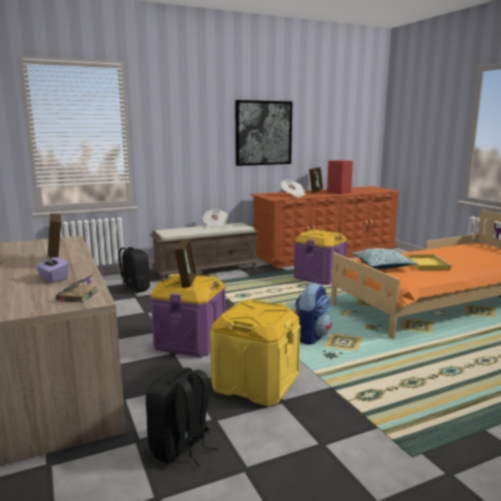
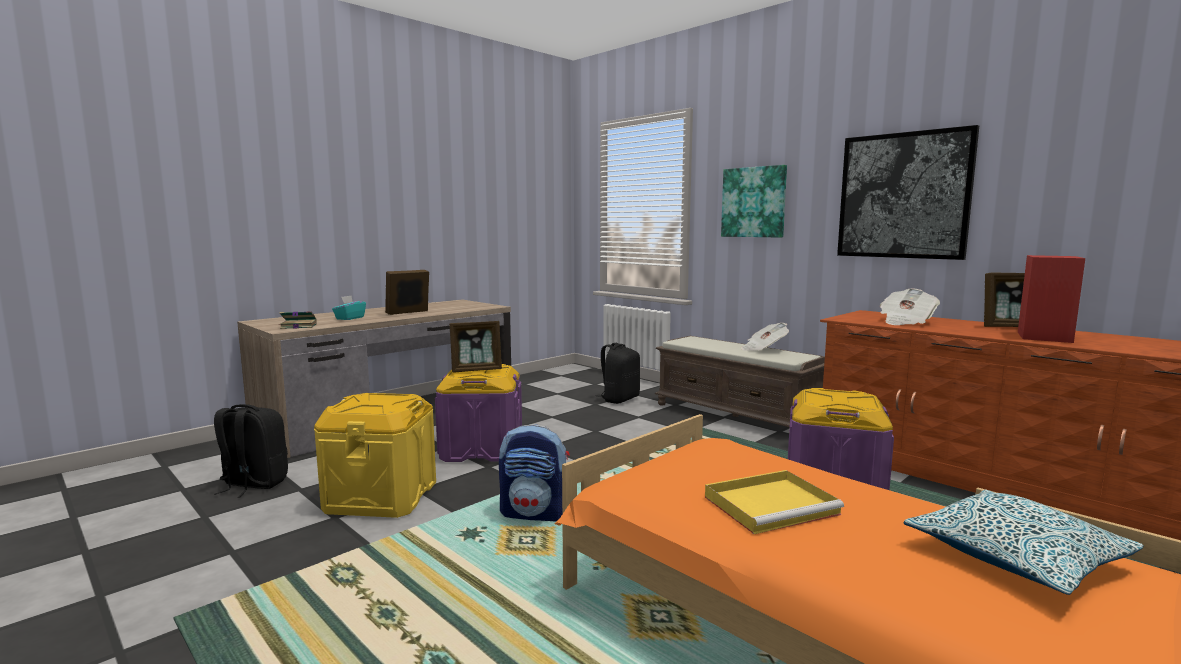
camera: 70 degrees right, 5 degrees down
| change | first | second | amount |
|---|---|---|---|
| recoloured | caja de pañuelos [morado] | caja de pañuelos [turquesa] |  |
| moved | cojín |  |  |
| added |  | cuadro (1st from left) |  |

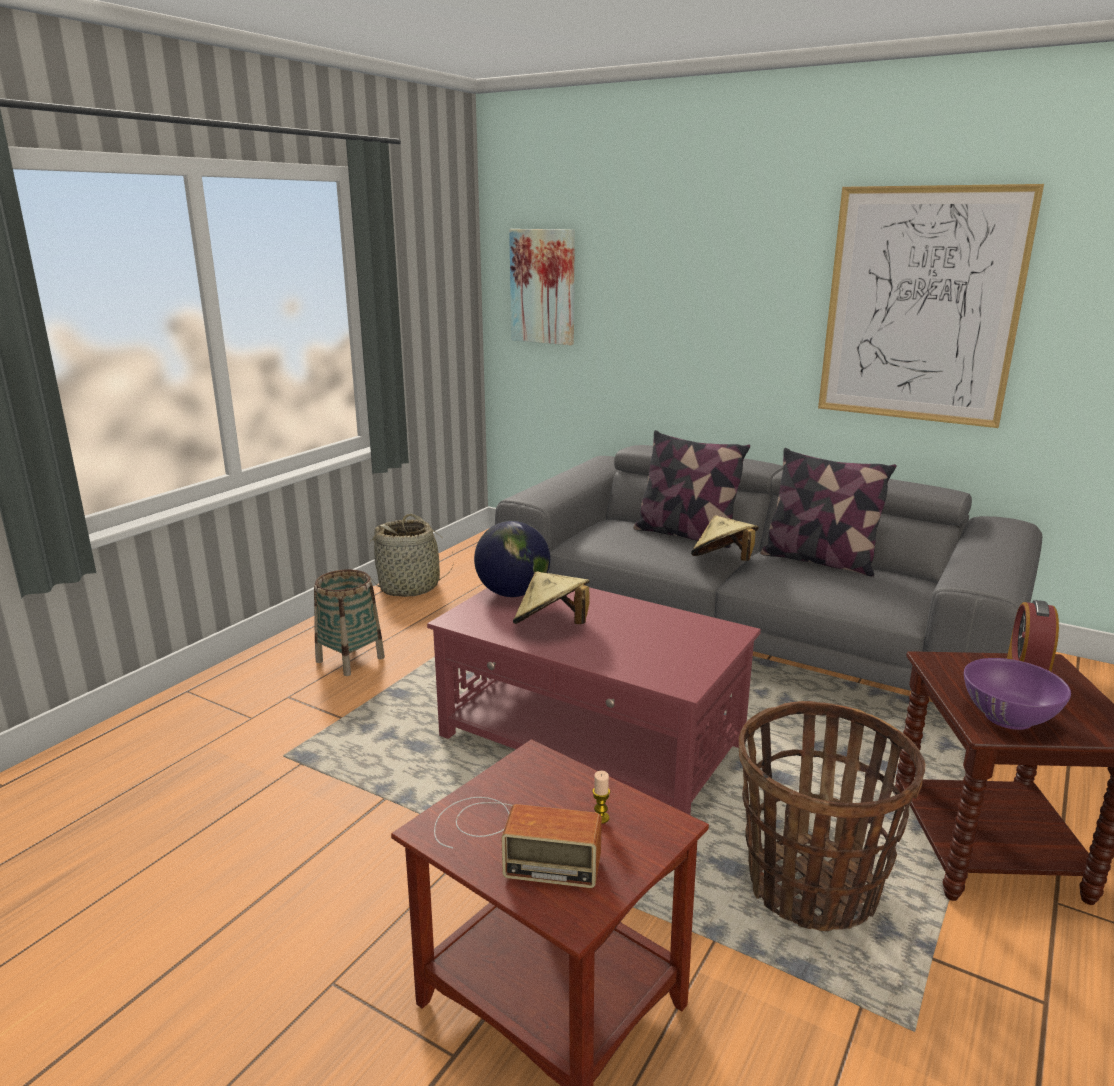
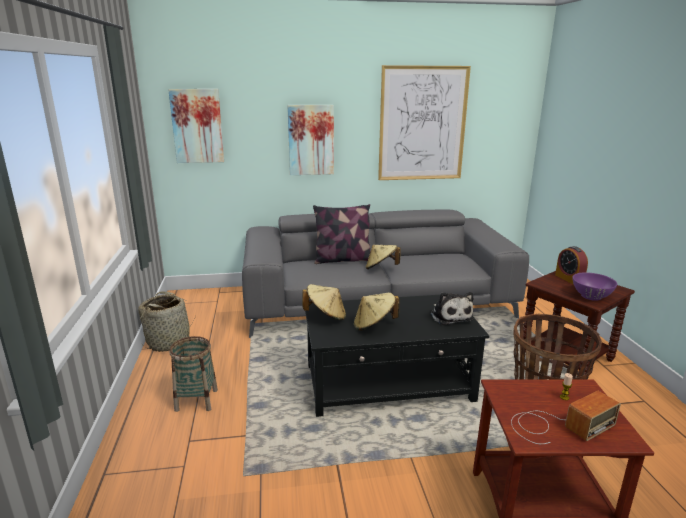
camera: 40 degrees left, 0 degrees up
| change | first | second | amount |
|---|---|---|---|
| recoloured | mesa de centro [rojo] | mesa de centro [negro] |  |
| replaced | globo terráqueo | sombrero [beis] (1st from left) |  |
| removed | cojín (2nd from left) |  |  |
| added |  | cuadro (2nd from left) |  |
| added |  | peluche |  |

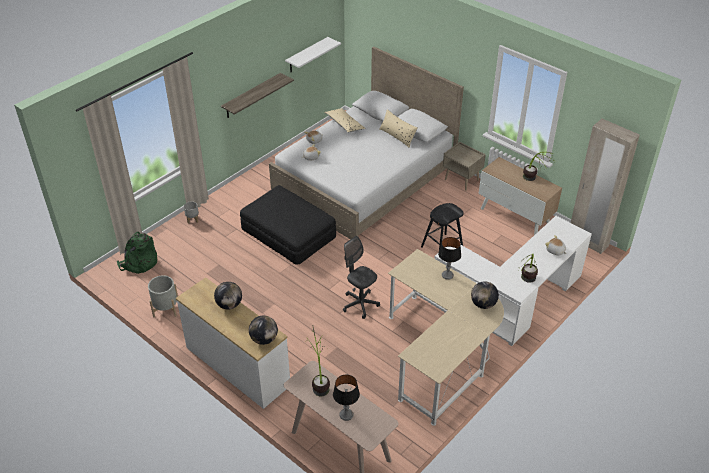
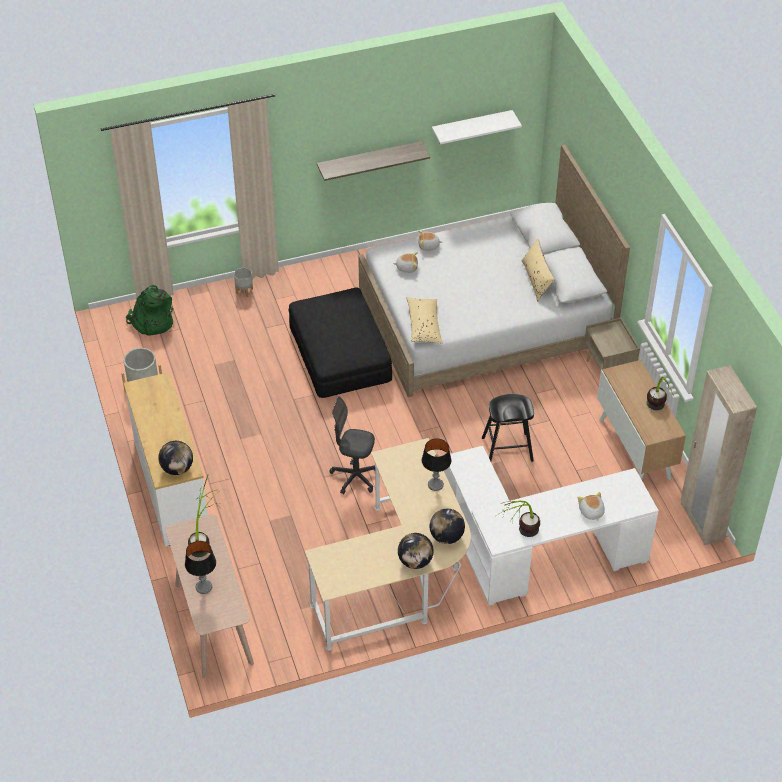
camera: 30 degrees right, 5 degrees up
| change | first | second | amount |
|---|---|---|---|
| moved | globo terráqueo (1st from left in the first image) | globo terráqueo (2nd from left) |  |
| moved | cojín [beis] (1st from left) |  |  |
| turned | silla de oficina [gris] |  | 60 degrees counterclockwise |

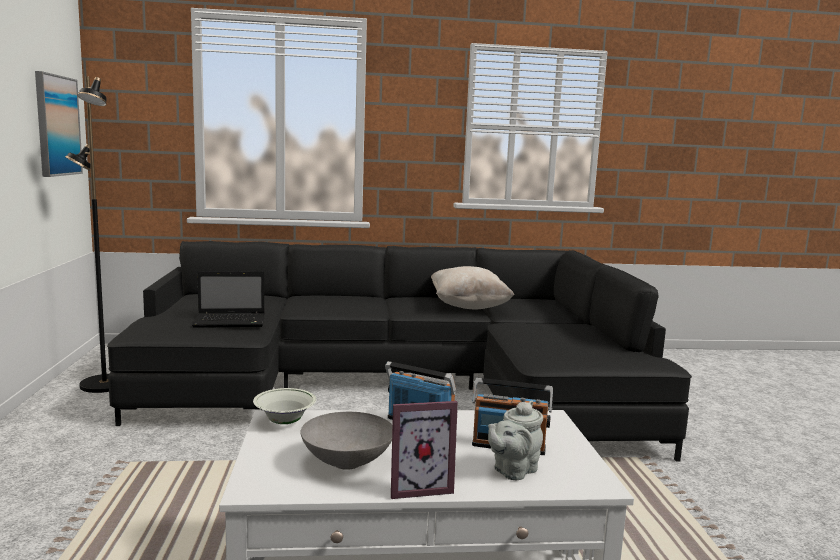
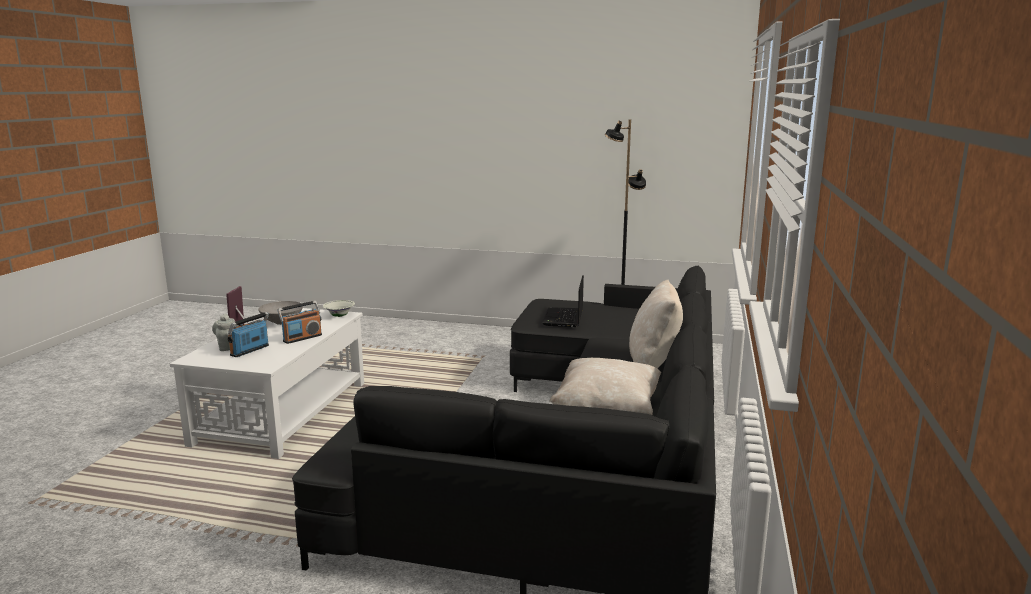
camera: 110 degrees right, 5 degrees up
| change | first | second | amount |
|---|---|---|---|
| removed | cuadro |  |  |
| added |  | cojín [beis] (2nd from left) |  |

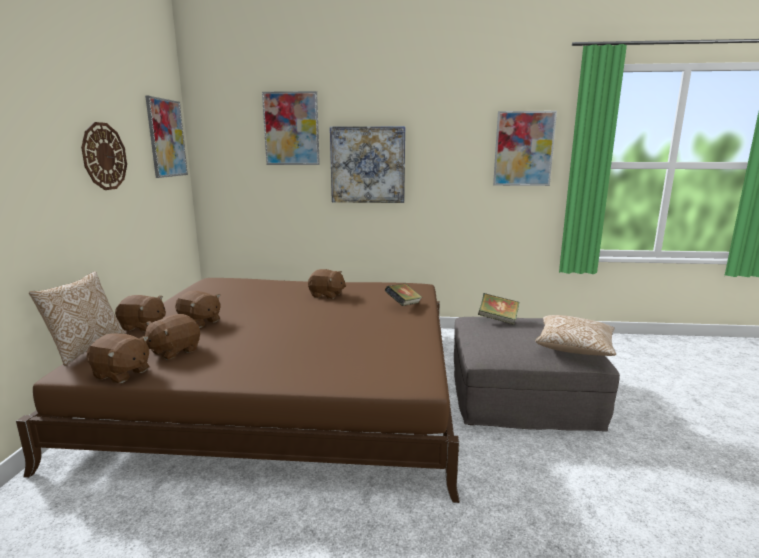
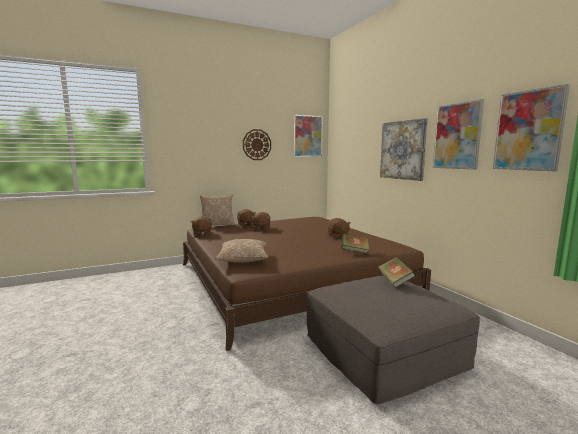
camera: 60 degrees right, 5 degrees down
| change | first | second | amount |
|---|---|---|---|
| removed | peluche [marrón] (3rd from left) |  |  |
| moved | cuadro (2nd from left in the first image) | cuadro (3rd from left) |  |
| moved | cojín (2nd from left) |  |  |

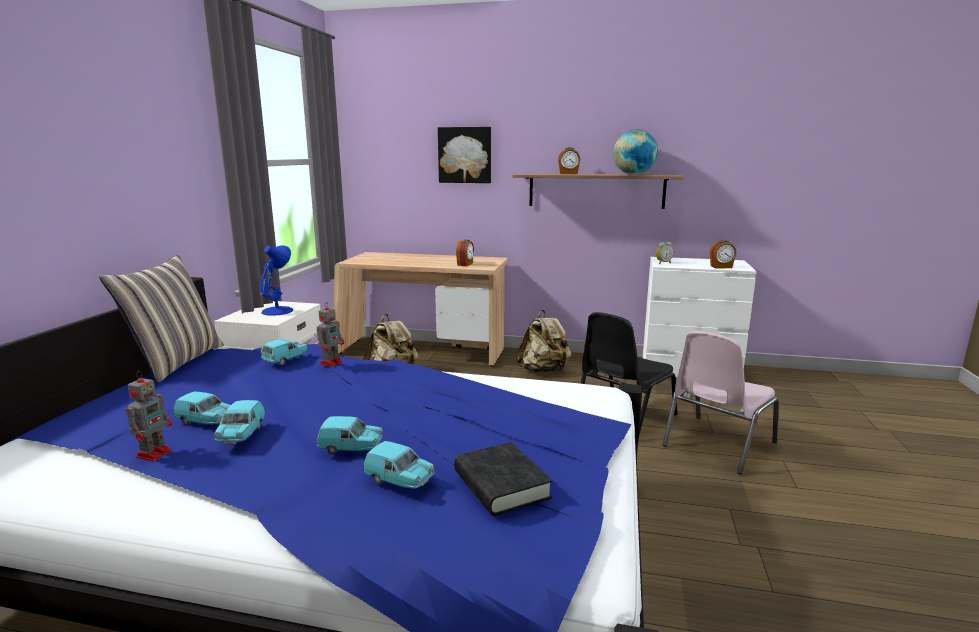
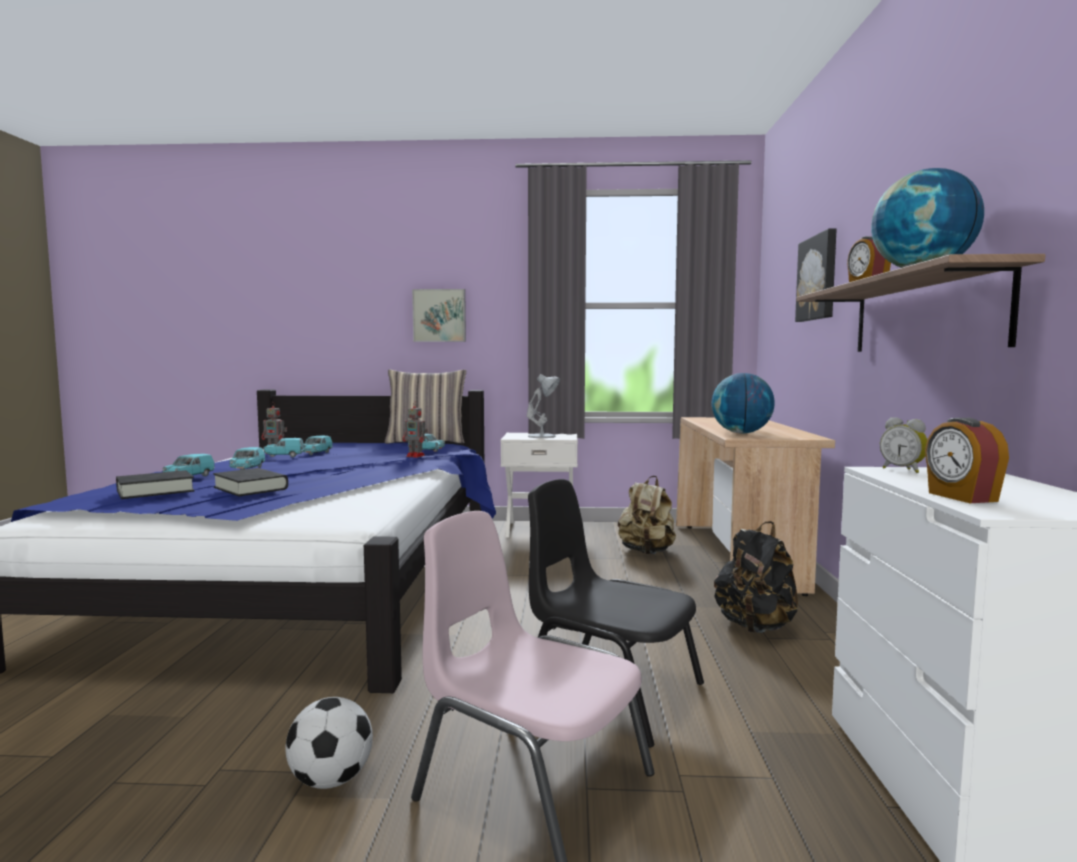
camera: 80 degrees right, 10 degrees down
| change | first | second | amount |
|---|---|---|---|
| recoloured | lámpara de mesa [azul] | lámpara de mesa [blanco] |  |
| replaced | despertador (1st from left) | globo terráqueo (1st from left) |  |
| recoloured | mochila [beis] (2nd from left) | mochila [negro] |  |
| added |  | libro [negro] (2nd from left) |  |
| added |  | balón de fútbol |  |
| added |  | cuadro (1st from left) |  |

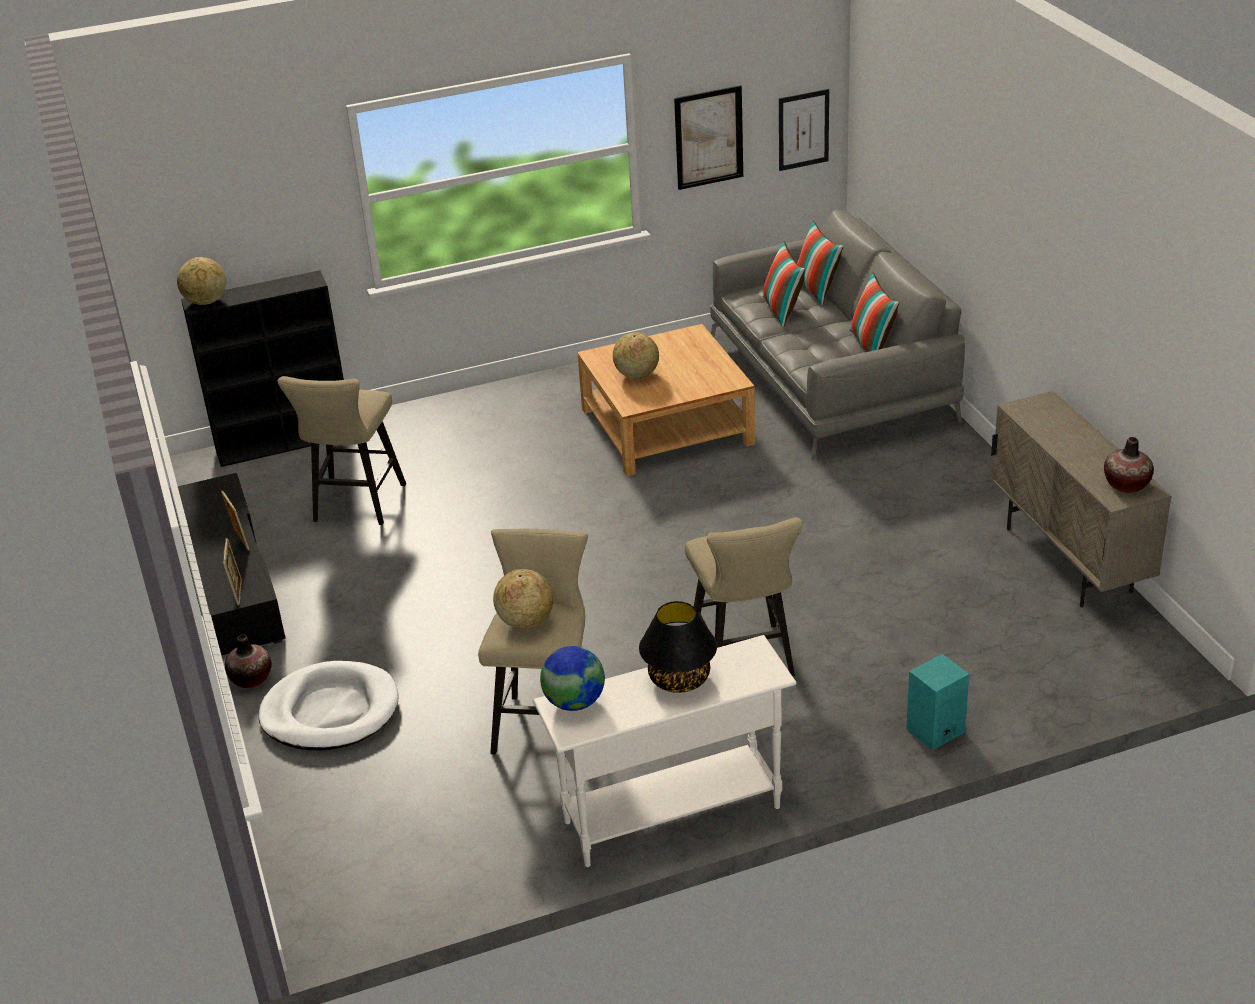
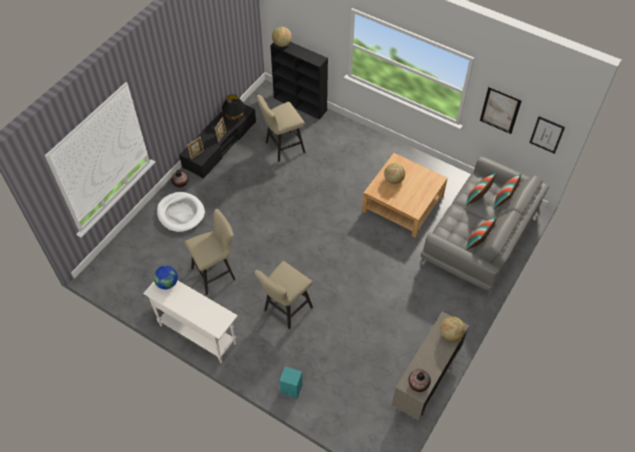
camera: 50 degrees right, 20 degrees up
| change | first | second | amount |
|---|---|---|---|
| moved | globo terráqueo (2nd from left in the first image) | globo terráqueo (4th from left) |  |
| moved | lámpara de mesa [negro] |  |  |

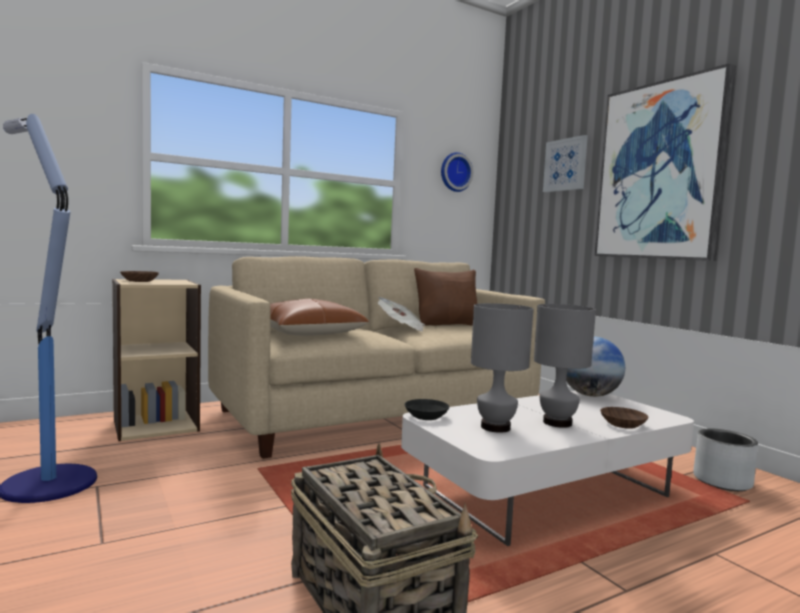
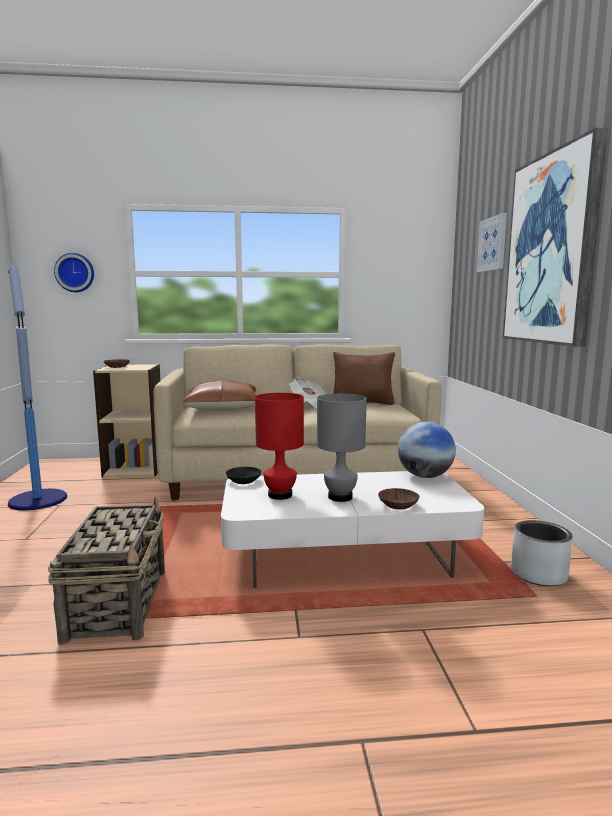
camera: 25 degrees right, 5 degrees up
| change | first | second | amount |
|---|---|---|---|
| moved | reloj de pared |  |  |
| recoloured | lámpara de mesa [gris] (1st from left) | lámpara de mesa [rojo] |  |

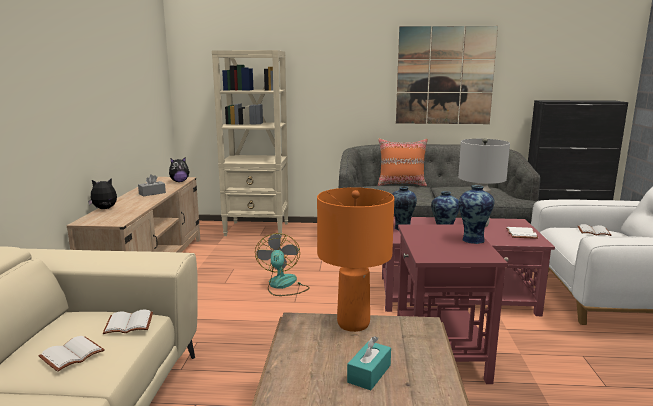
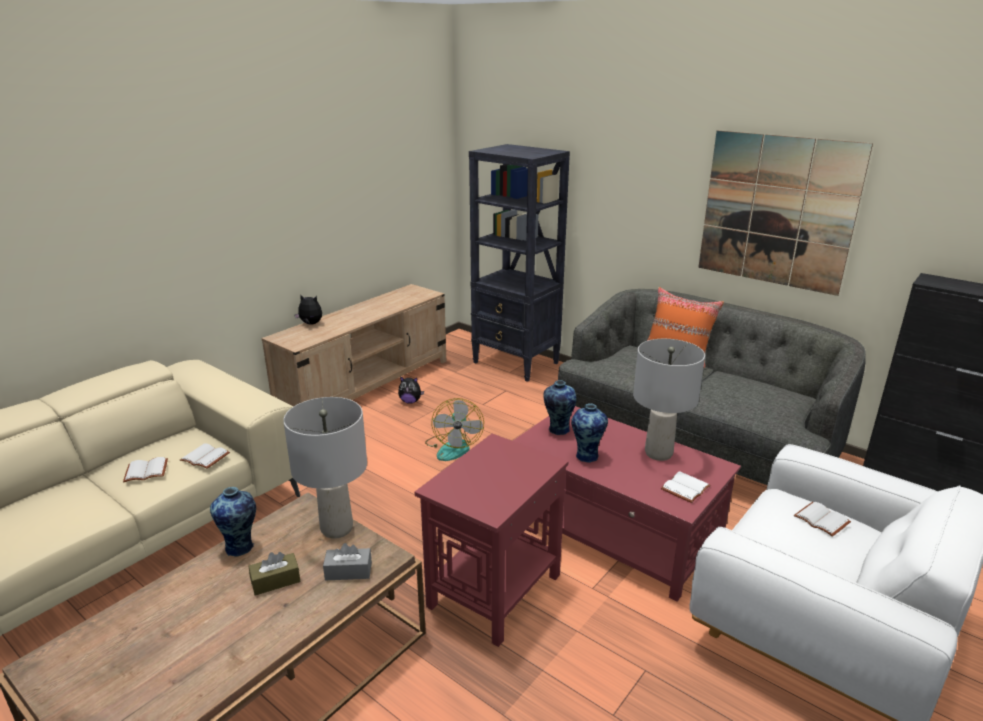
camera: 35 degrees right, 10 degrees up
| change | first | second | amount |
|---|---|---|---|
| moved | caja de pañuelos [gris] |  |  |
| moved | peluche (2nd from left) |  |  |
| recoloured | estantería [beis] | estantería [negro] |  |
| turned | ventilador |  | 150 degrees clockwise |
| recoloured | lámpara de mesa [naranja] | lámpara de mesa [gris] (1st from left) |  |
| recoloured | caja de pañuelos [turquesa] | caja de pañuelos [marrón] |  |
| moved | florero (3rd from left in the first image) | florero (1st from left) |  |

